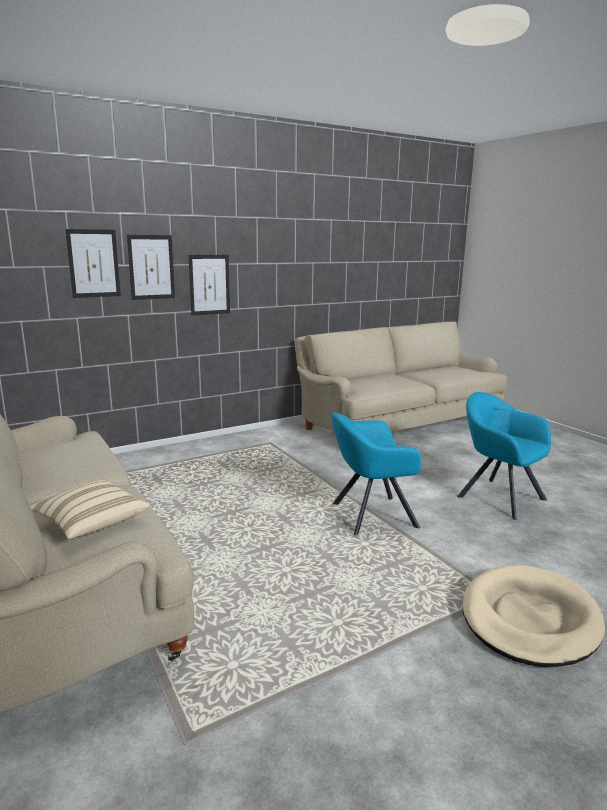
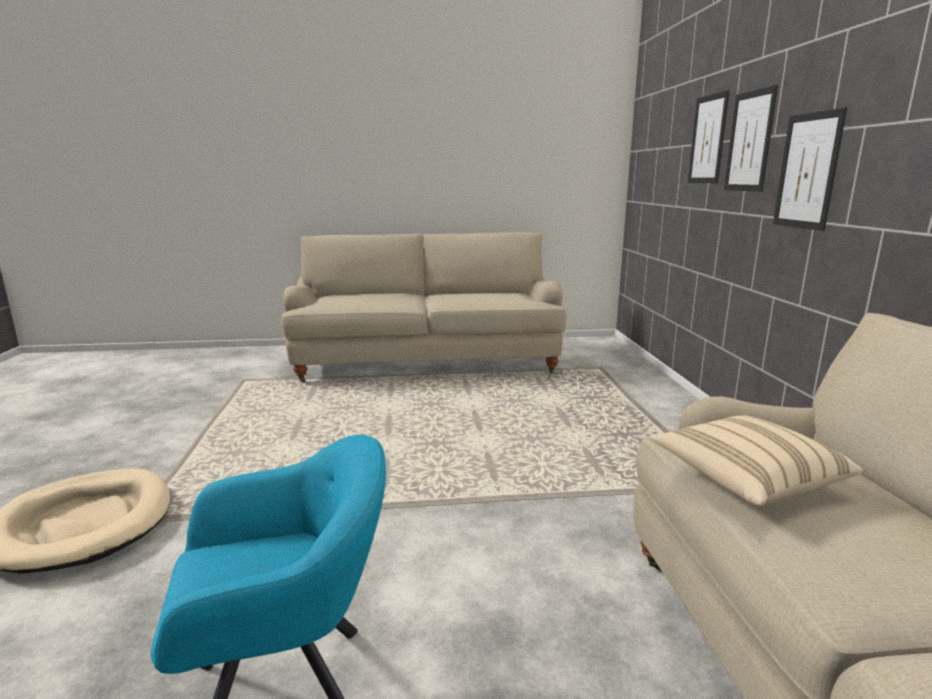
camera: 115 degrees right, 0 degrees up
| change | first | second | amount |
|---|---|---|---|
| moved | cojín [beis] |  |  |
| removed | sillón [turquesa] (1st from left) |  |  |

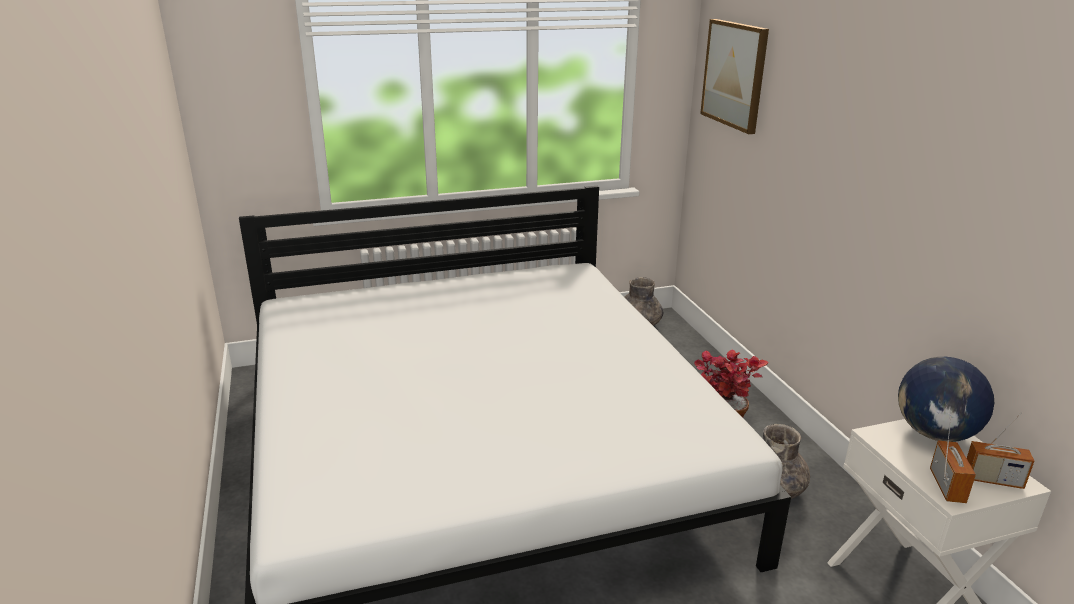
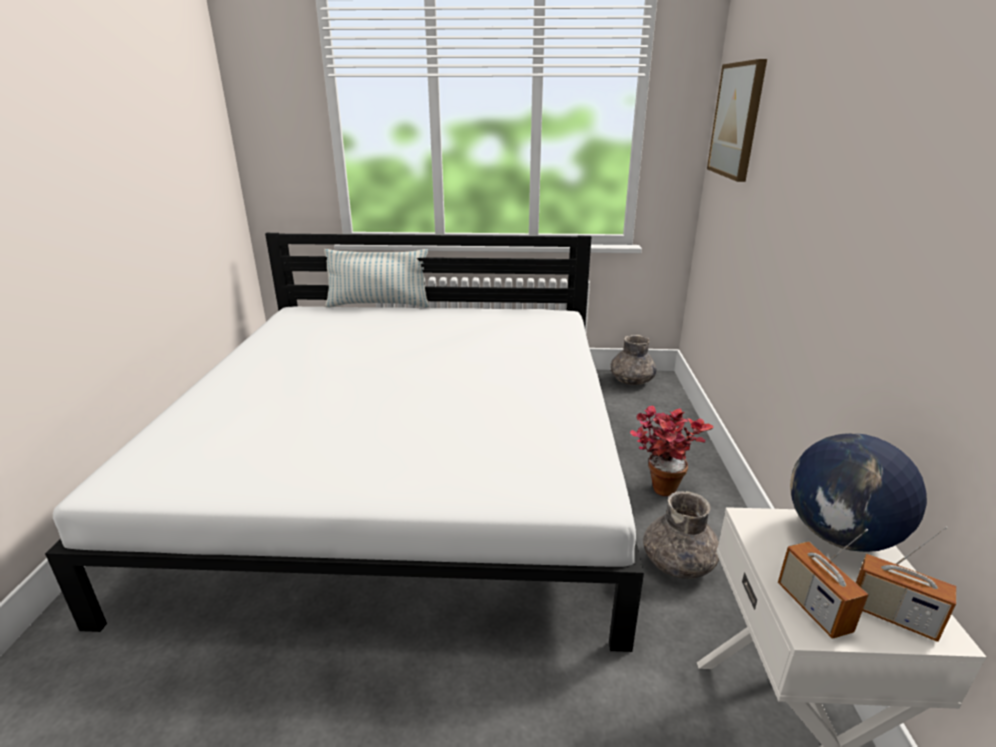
camera: 20 degrees right, 0 degrees up
| change | first | second | amount |
|---|---|---|---|
| turned | radio (1st from left) |  | 135 degrees clockwise |
| added |  | cojín |  |

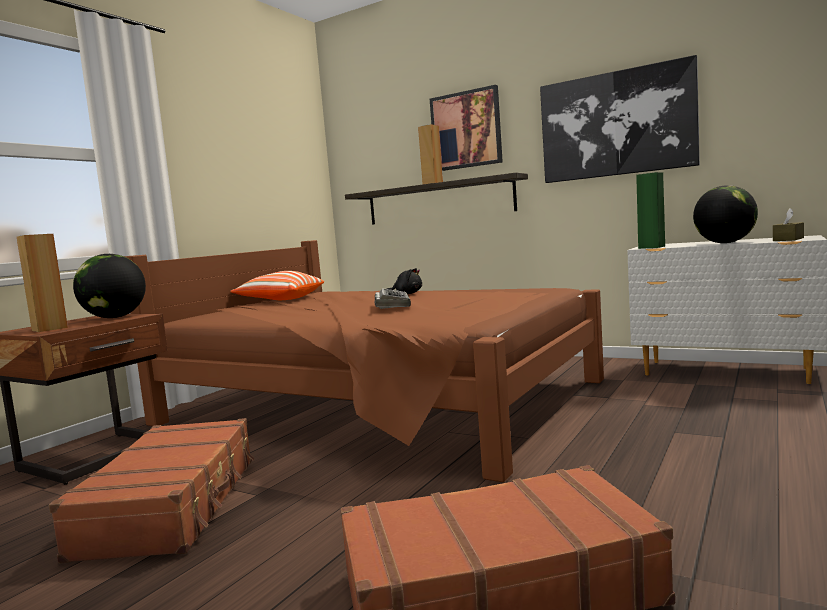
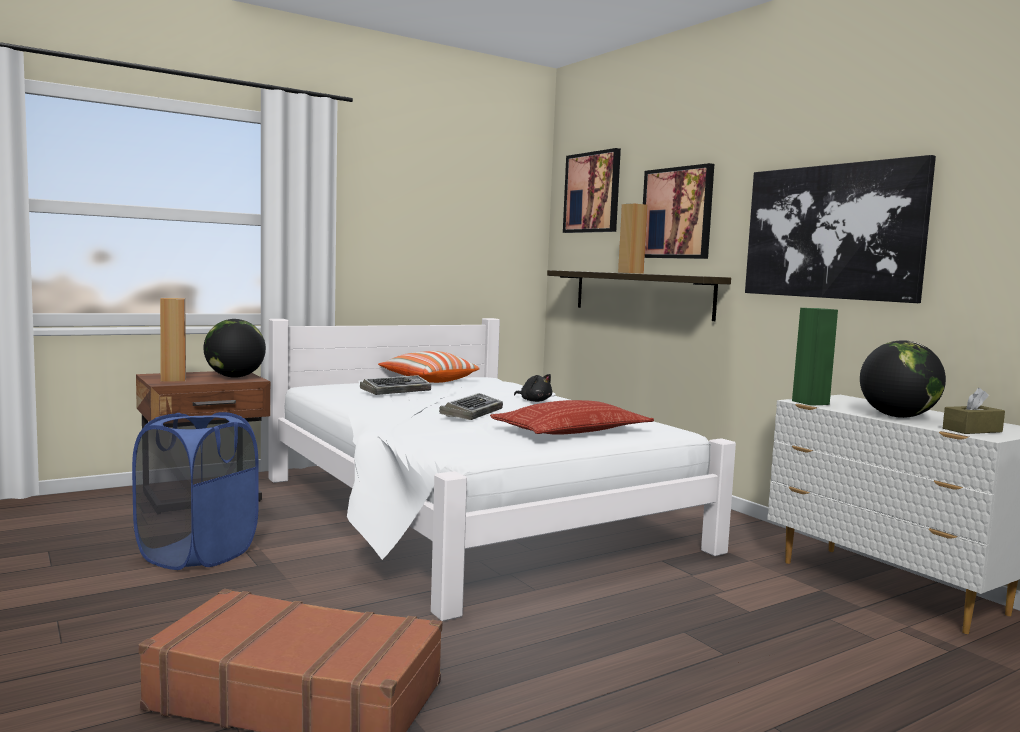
camera: 25 degrees right, 0 degrees up
| change | first | second | amount |
|---|---|---|---|
| replaced | maleta [marrón] (1st from left) | cesto de la ropa [azul] |  |
| recoloured | cama [marrón] | cama [blanco] |  |
| added |  | teclado (1st from left) |  |
| added |  | cojín (2nd from left) |  |
| added |  | cuadro (1st from left) |  |

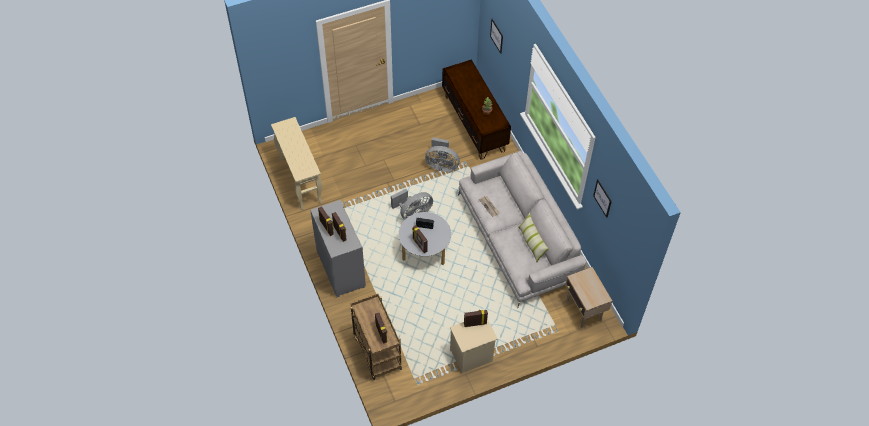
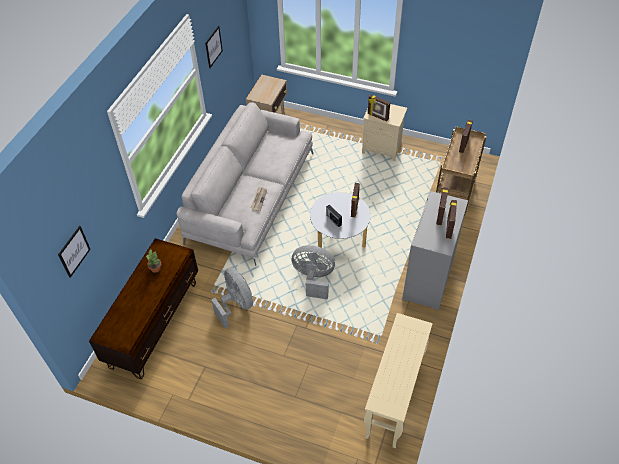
camera: 135 degrees left, 5 degrees down
| change | first | second | amount |
|---|---|---|---|
| removed | cojín |  |  |

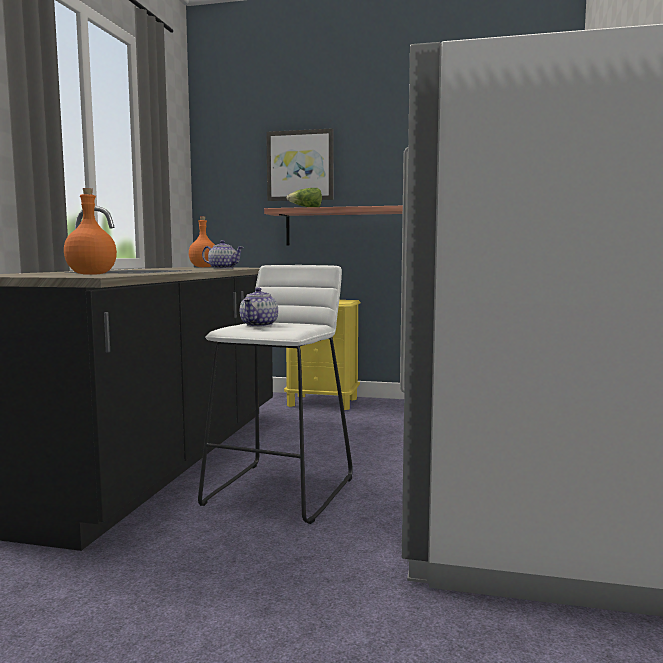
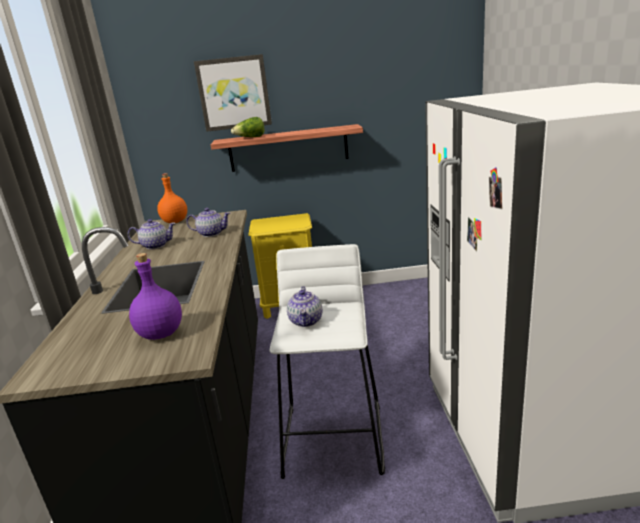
camera: 15 degrees left, 15 degrees up
| change | first | second | amount |
|---|---|---|---|
| recoloured | botella [naranja] (1st from left) | botella [morado] |  |
| added |  | tetera (1st from left) |  |

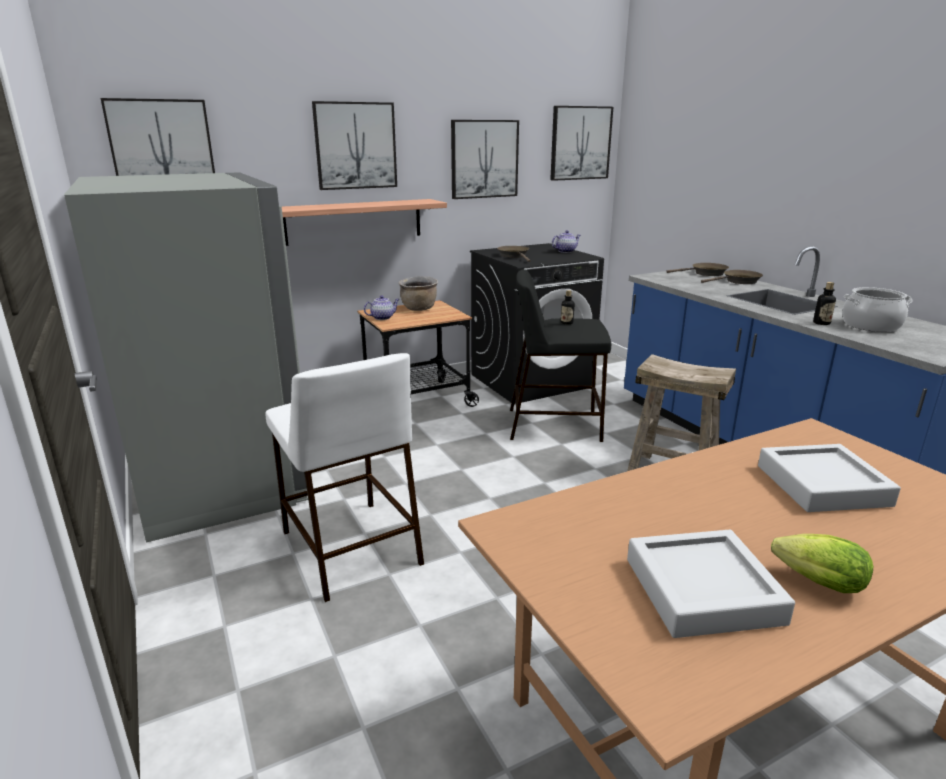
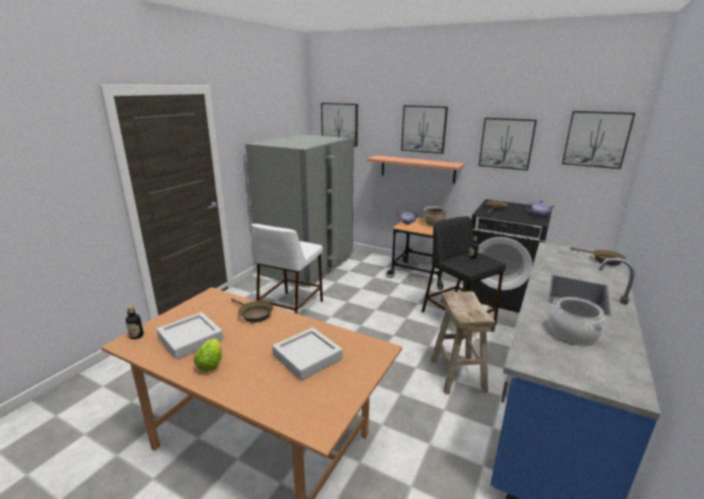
camera: 55 degrees right, 0 degrees up
| change | first | second | amount |
|---|---|---|---|
| moved | sartén [marrón] (3rd from left in the first image) | sartén [marrón] (1st from left) |  |
| moved | botella (2nd from left in the first image) | botella (1st from left) |  |

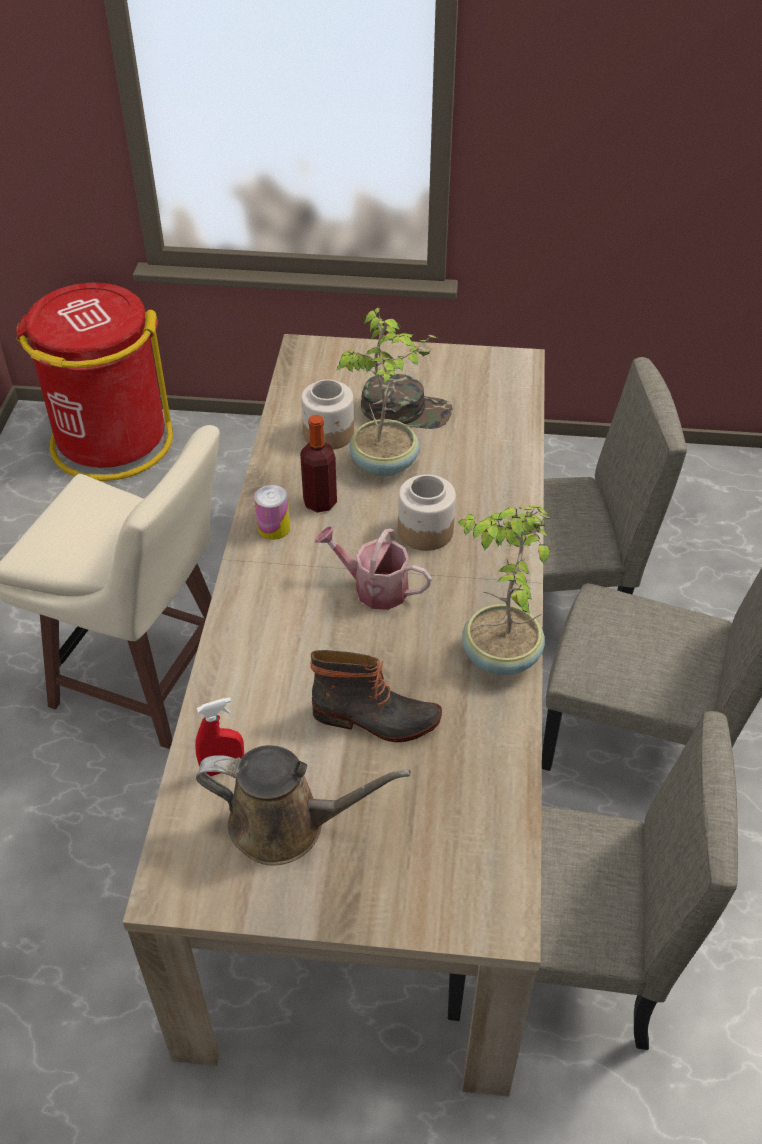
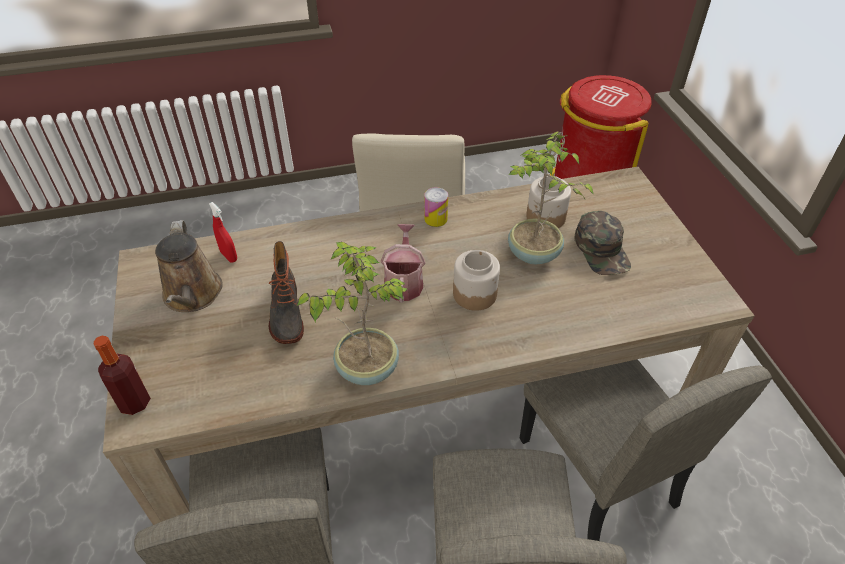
camera: 70 degrees right, 0 degrees up
| change | first | second | amount |
|---|---|---|---|
| moved | botella |  |  |

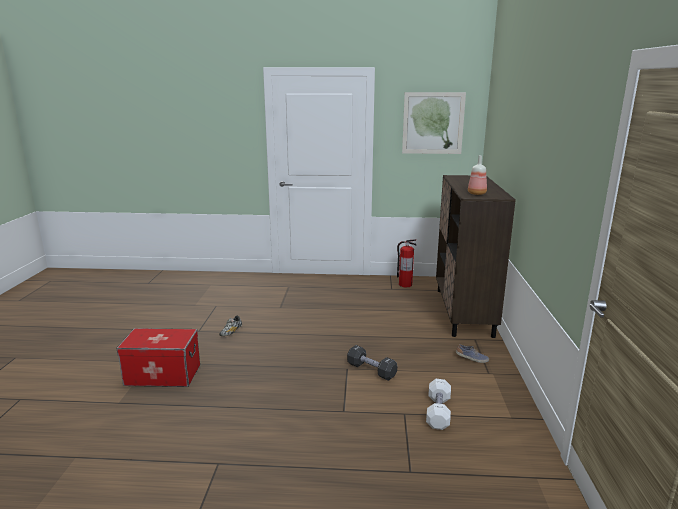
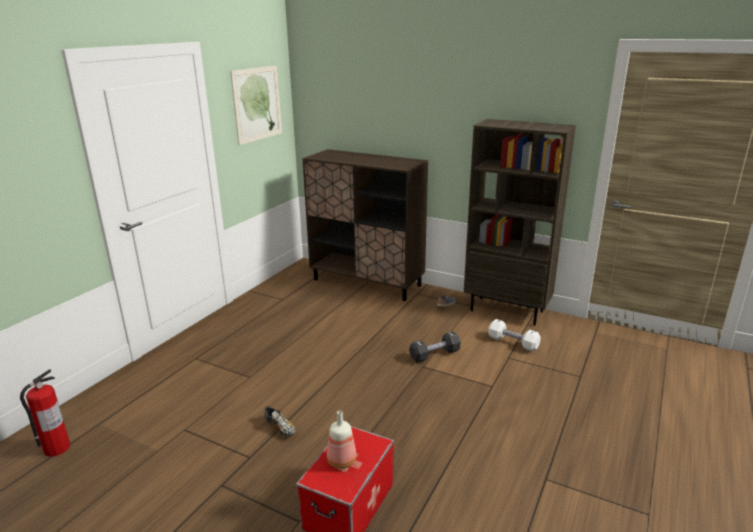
camera: 65 degrees left, 5 degrees up
| change | first | second | amount |
|---|---|---|---|
| moved | extintor |  |  |
| moved | botella |  |  |
| added |  | estantería [marrón] |  |

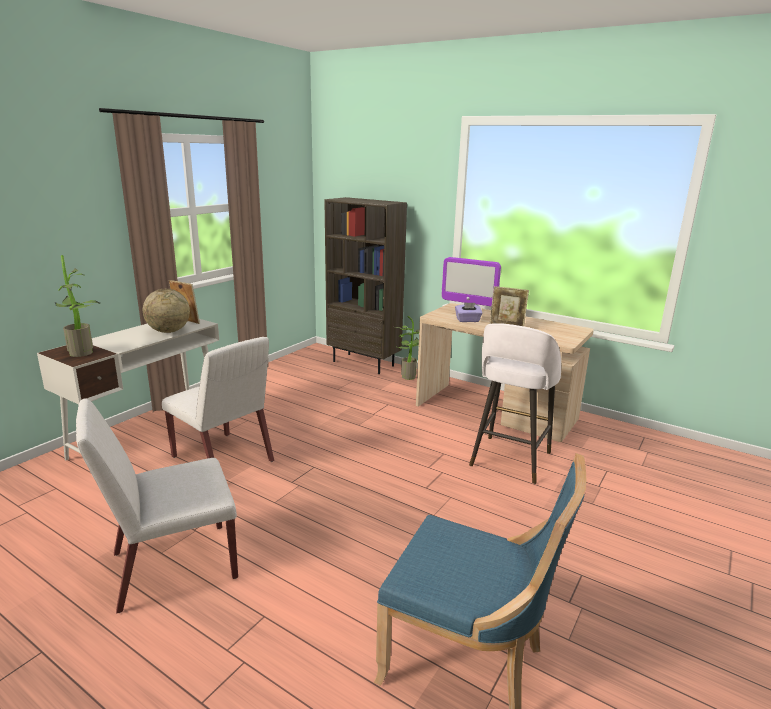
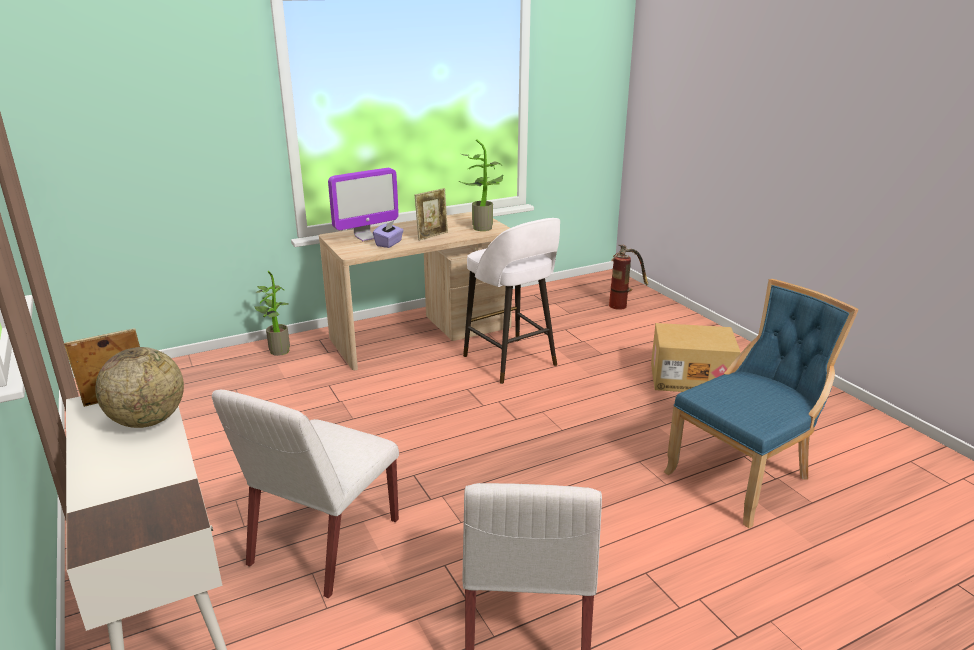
camera: 60 degrees left, 5 degrees up
| change | first | second | amount |
|---|---|---|---|
| moved | planta en maceta (1st from left in the first image) | planta en maceta (2nd from left) |  |
| turned | silla [blanco] (2nd from left in the first image) | silla [blanco] (1st from left) | 135 degrees clockwise |
| removed | estantería [marrón] |  |  |
| added |  | extintor |  |
| added |  | caja de cartón |  |

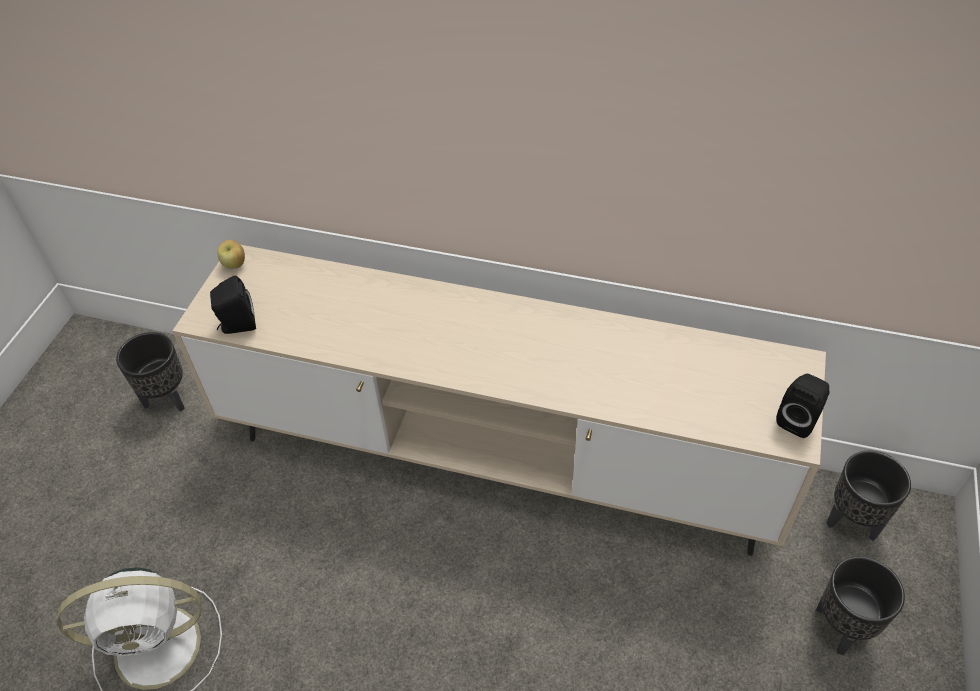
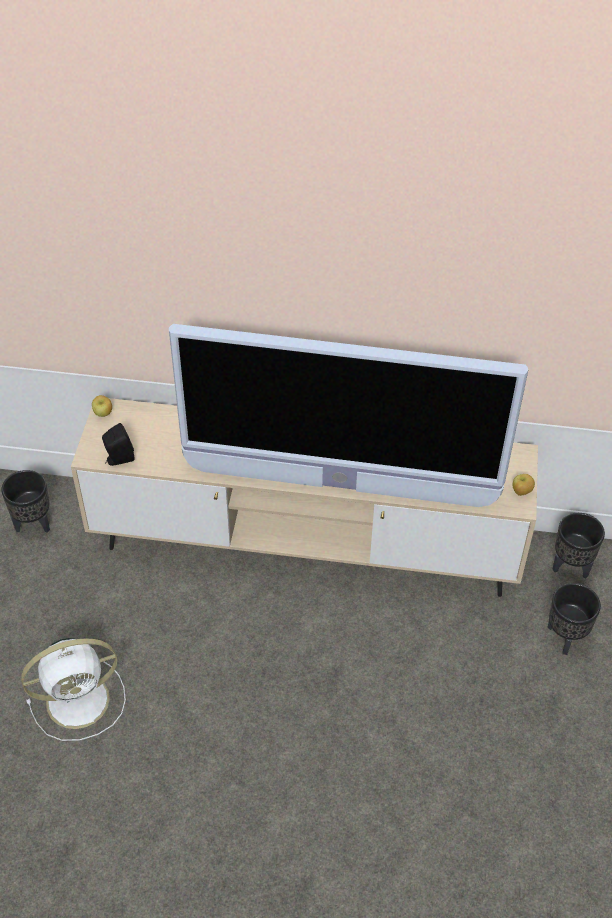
camera: 10 degrees left, 0 degrees up
| change | first | second | amount |
|---|---|---|---|
| replaced | altavoz [negro] (2nd from left) | manzana (2nd from left) |  |
| added |  | televisor |  |

